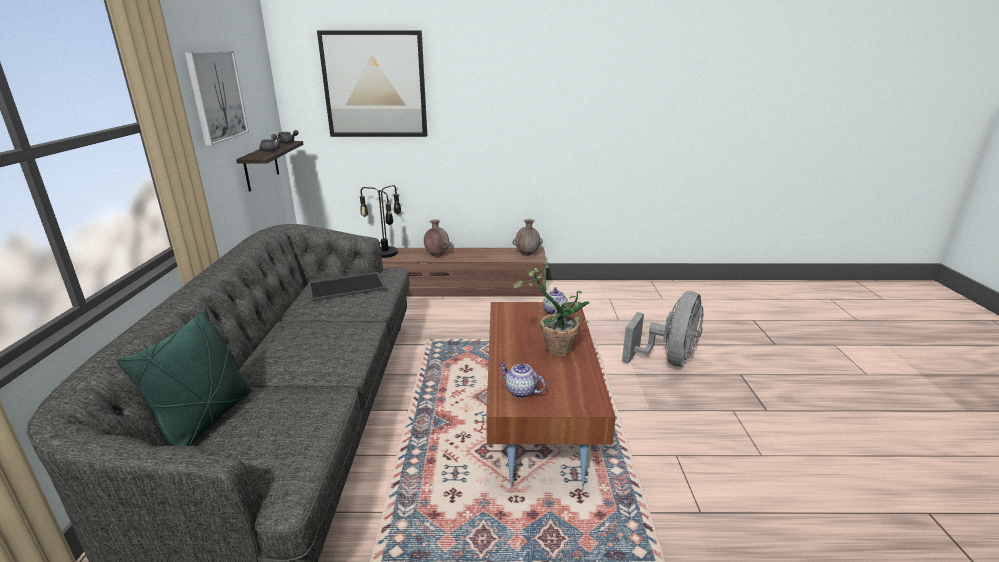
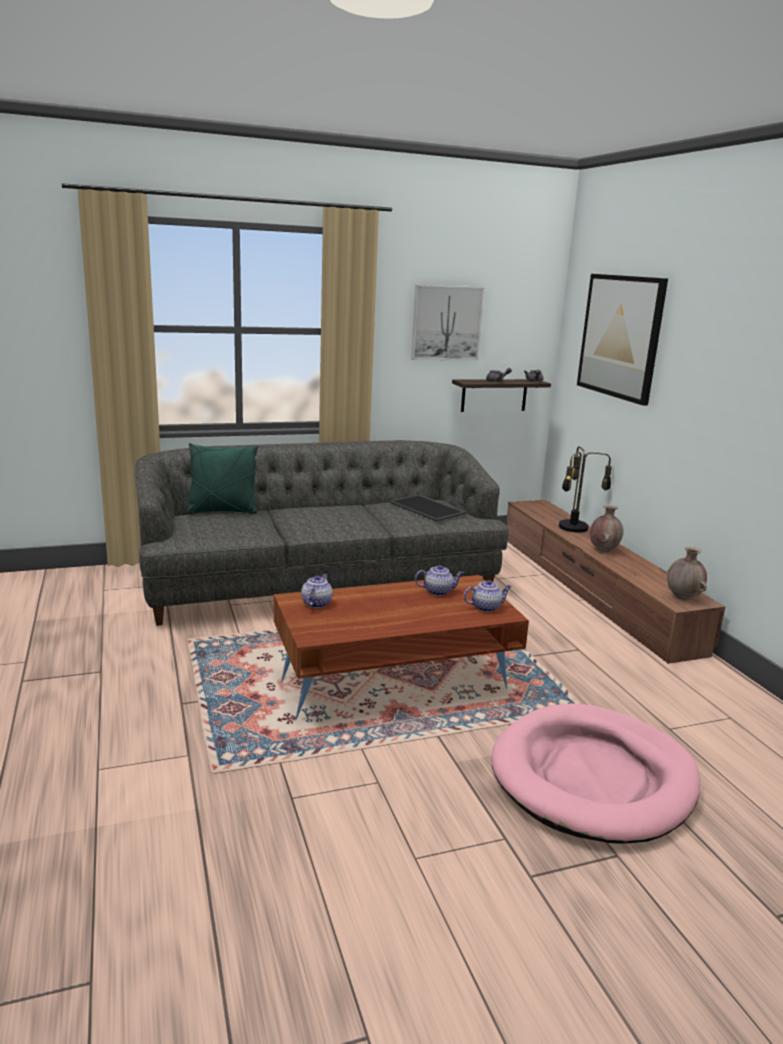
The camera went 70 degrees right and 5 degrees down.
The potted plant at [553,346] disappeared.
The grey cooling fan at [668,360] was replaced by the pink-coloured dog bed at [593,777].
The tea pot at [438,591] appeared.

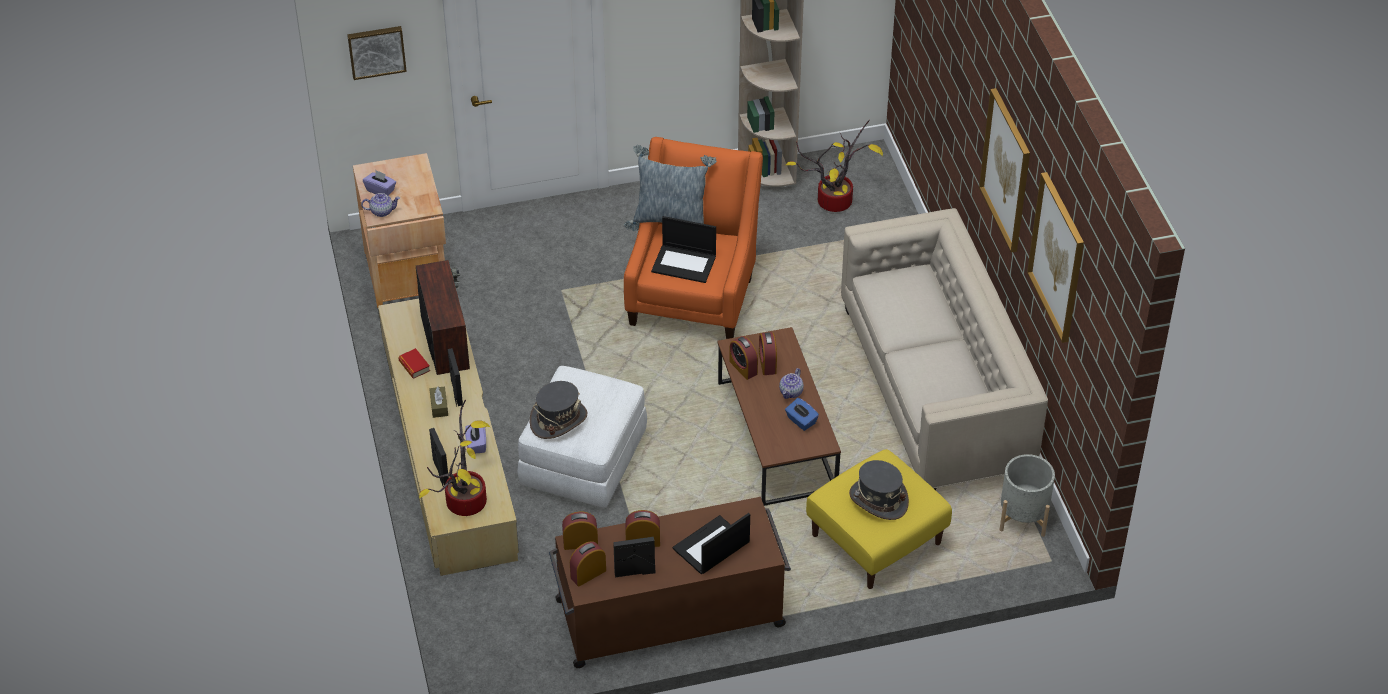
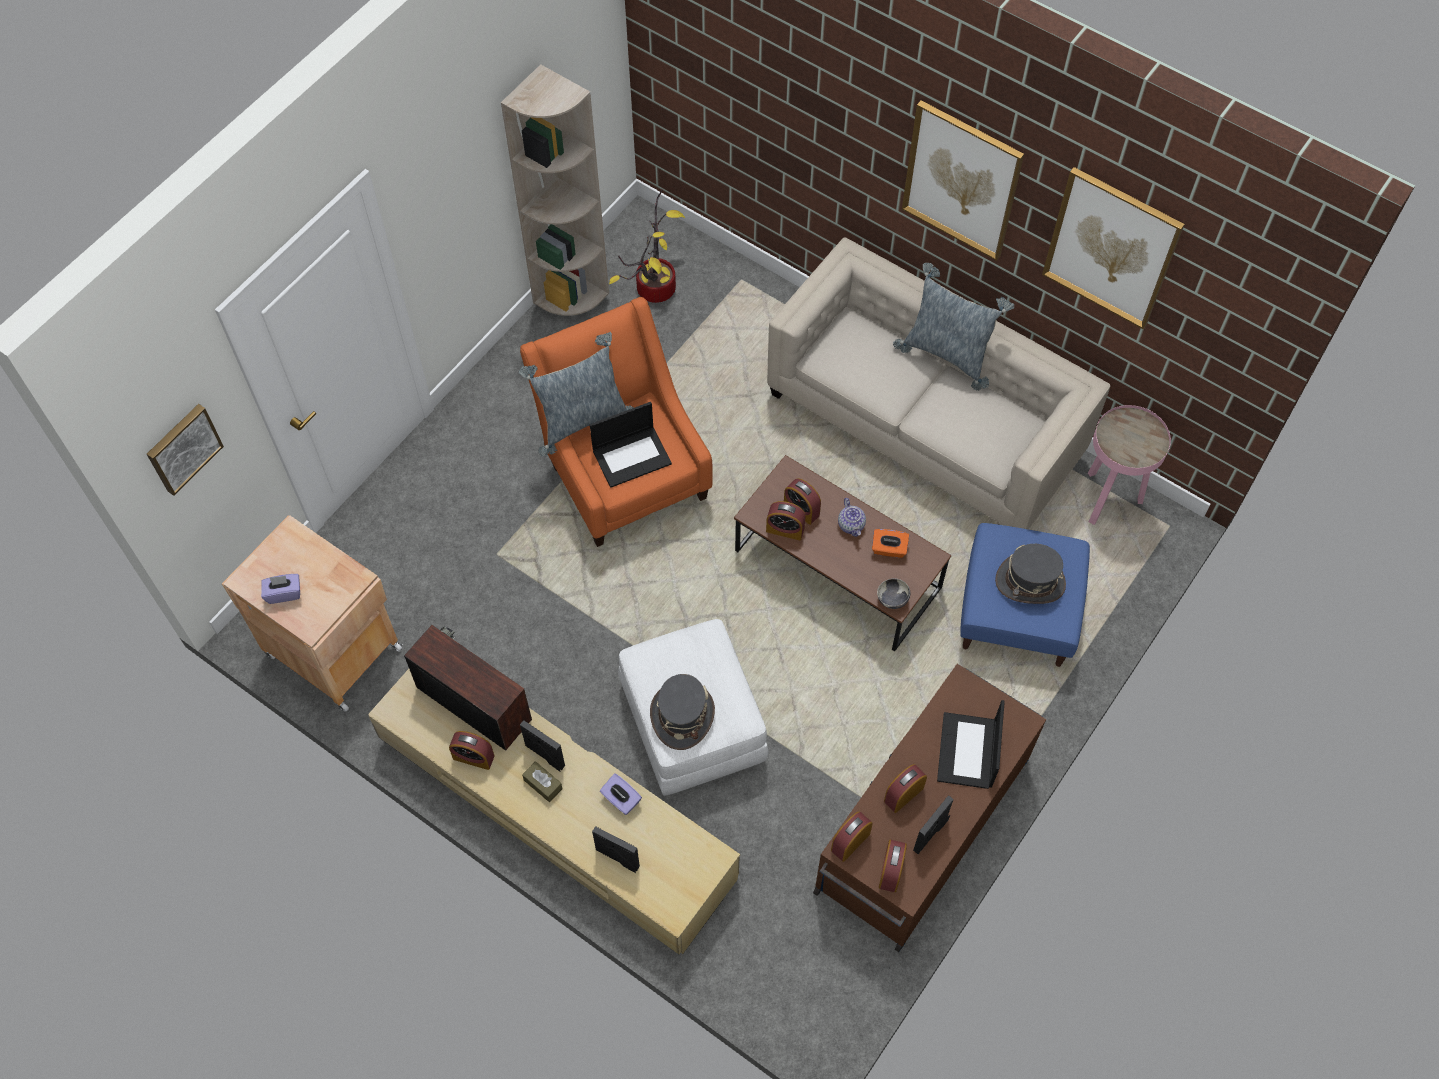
The camera went 40 degrees left and 15 degrees up.
The tea pot at [382,211] disappeared.
The bound book at [414,366] was replaced by the bedside clock at [473,757].
The blue-coloured tissue box at [801,421] became the orangey tissue box at [889,549].
The potted plant at [464,499] disappeared.
The yellowish ottoman at [876,540] became the blue-coloured ottoman at [1018,612].
The grey planter at [1023,517] was replaced by the pink-coloured accent table at [1108,499].
The pillow at [947,357] appeared.
The serving bowl at [892,600] appeared.

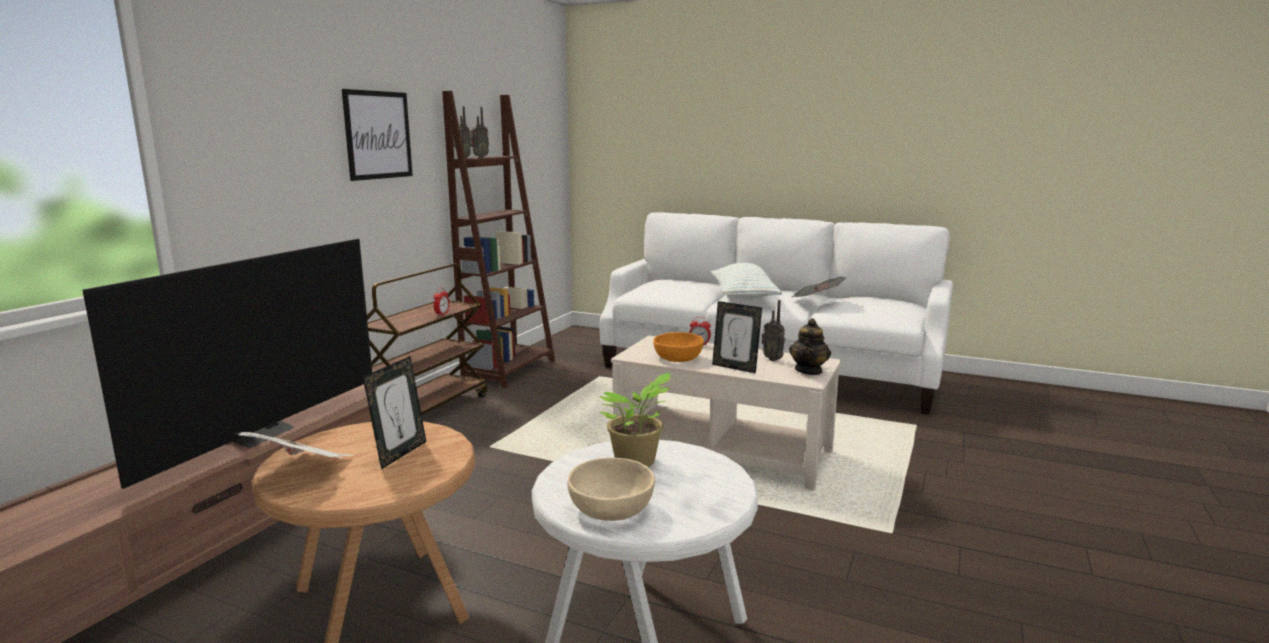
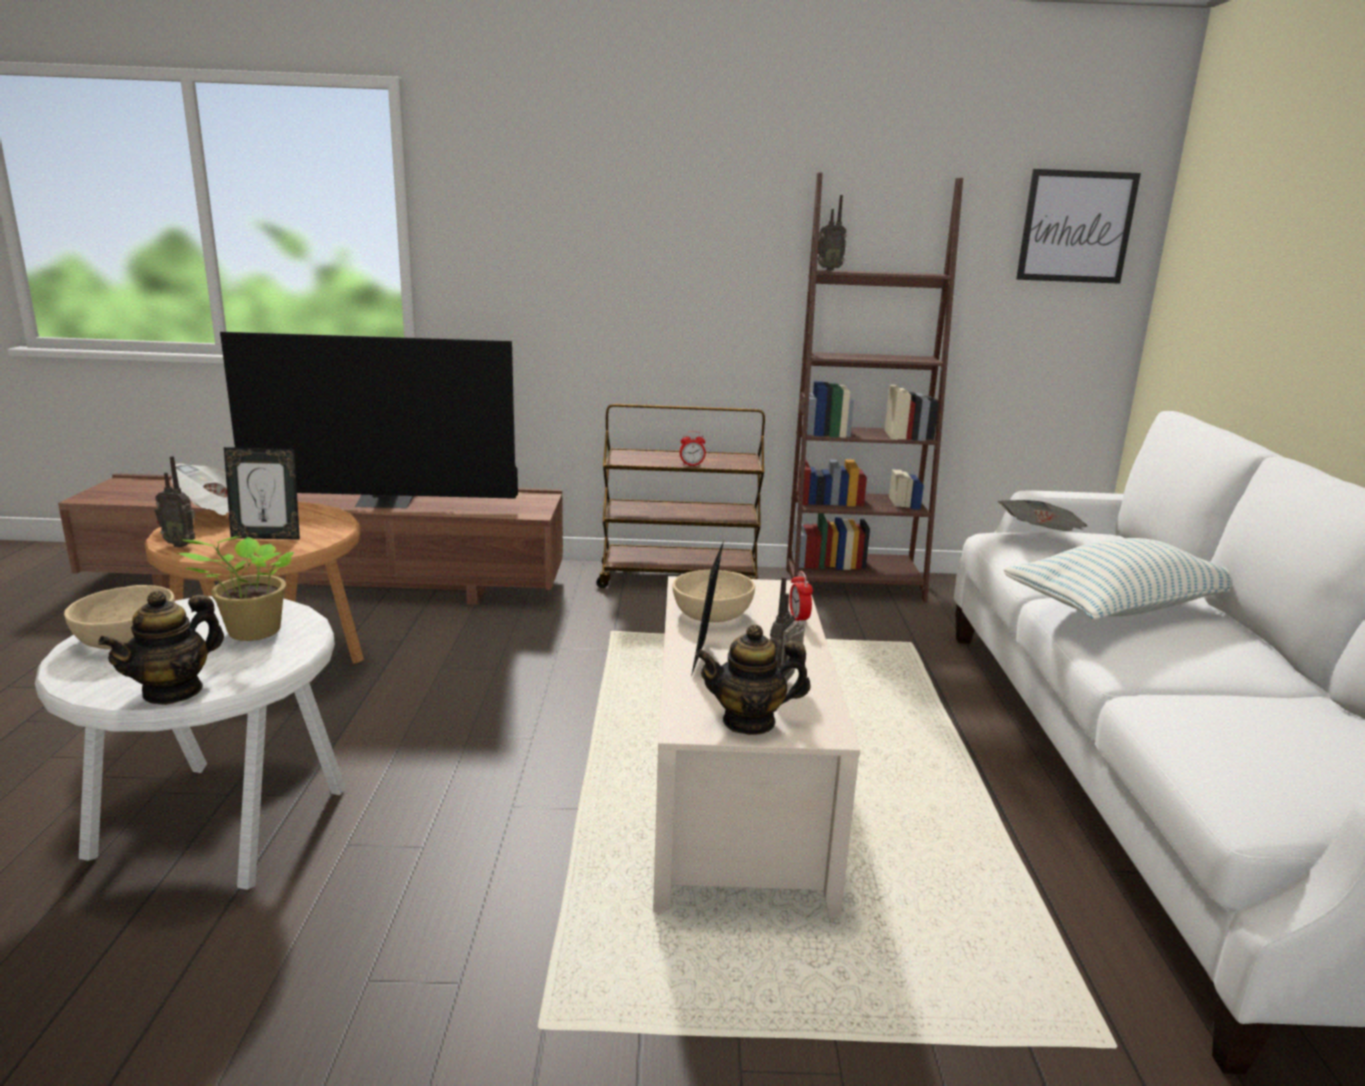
The camera went 65 degrees right and 5 degrees up.
The wall picture moved from [378,135] to [1076,227].
The radio set moved from [478,157] to [181,544].
The newspaper moved from [817,301] to [1040,538].
The orangey serving bowl at [678,358] became the sand-coloured serving bowl at [711,614].
The tea pot at [173,691] appeared.

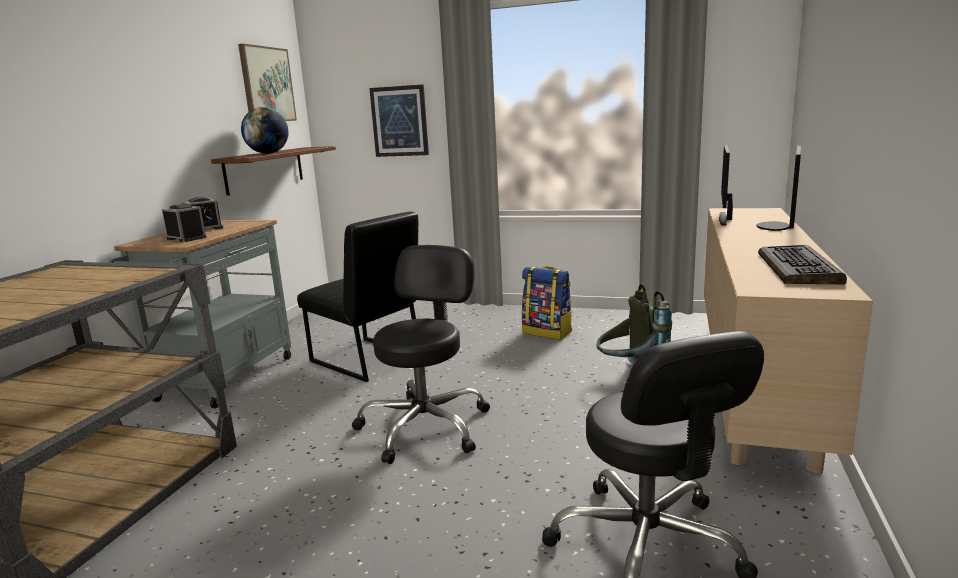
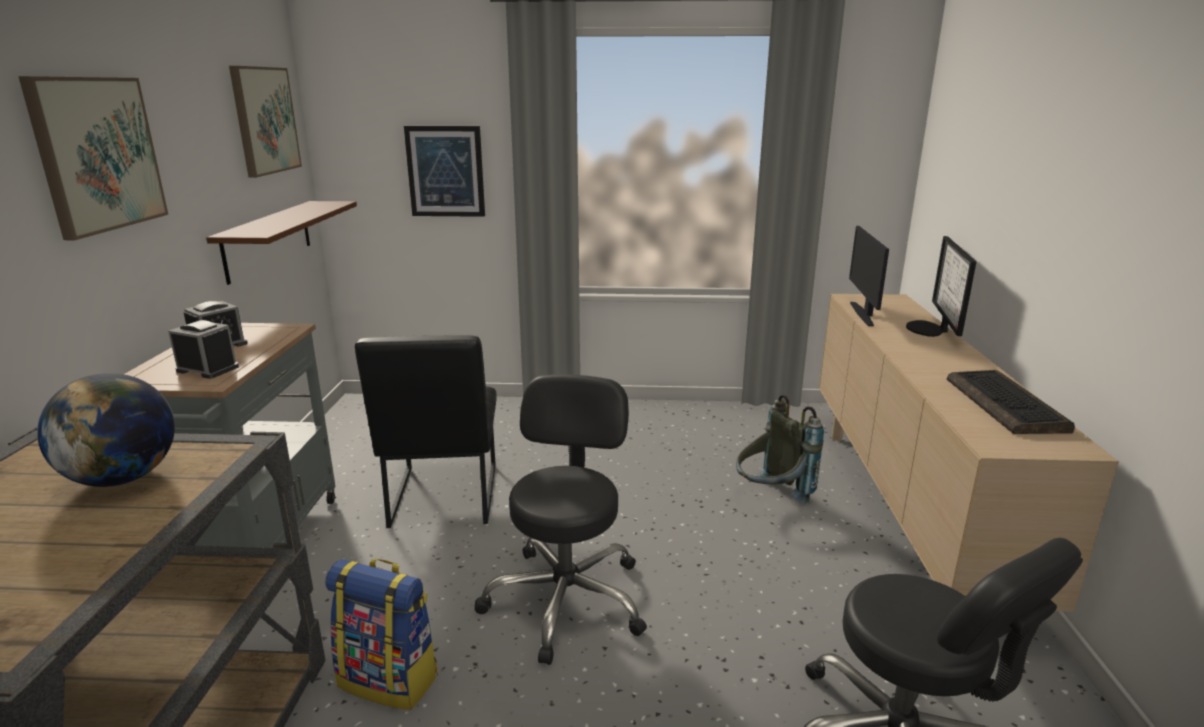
The camera went 15 degrees left and 5 degrees up.
The globe moved from [268,153] to [123,478].
The black plain chair at [367,359] turned 60 degrees clockwise.
The knapsack moved from [547,332] to [390,679].
The wall picture at [97,154] appeared.

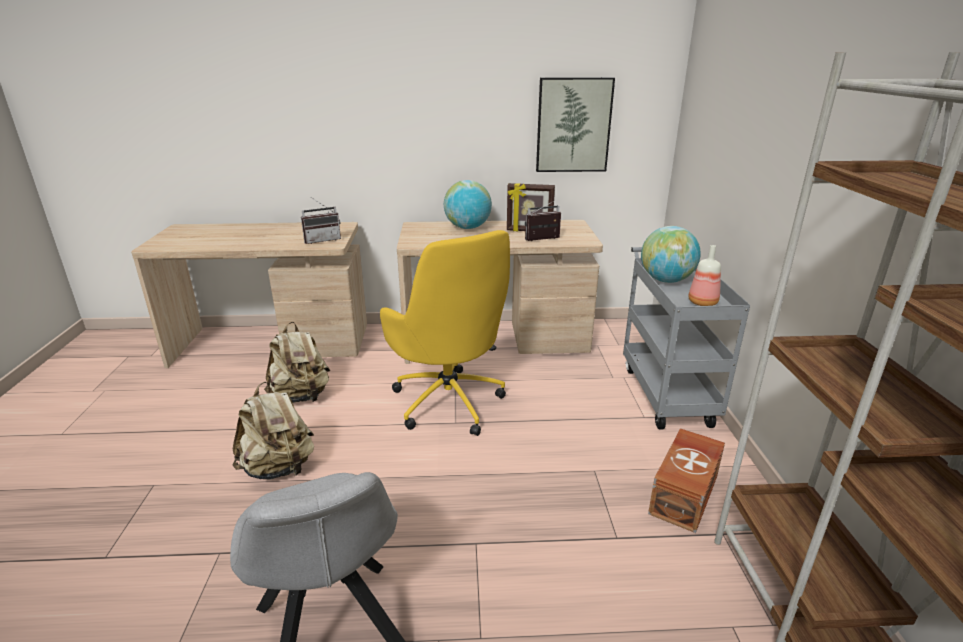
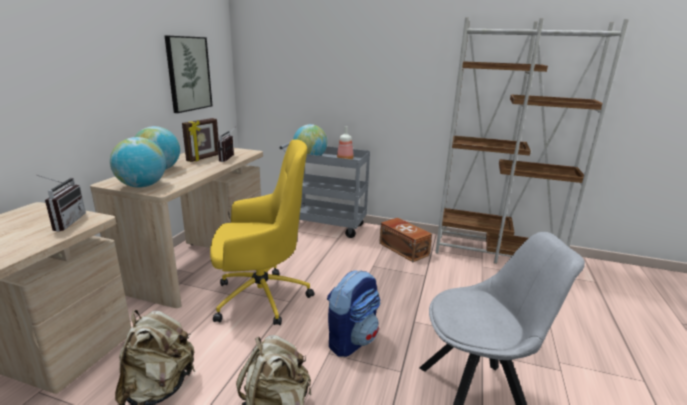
The camera went 70 degrees left and 5 degrees down.
The globe at [142,186] appeared.
The knapsack at [352,340] appeared.

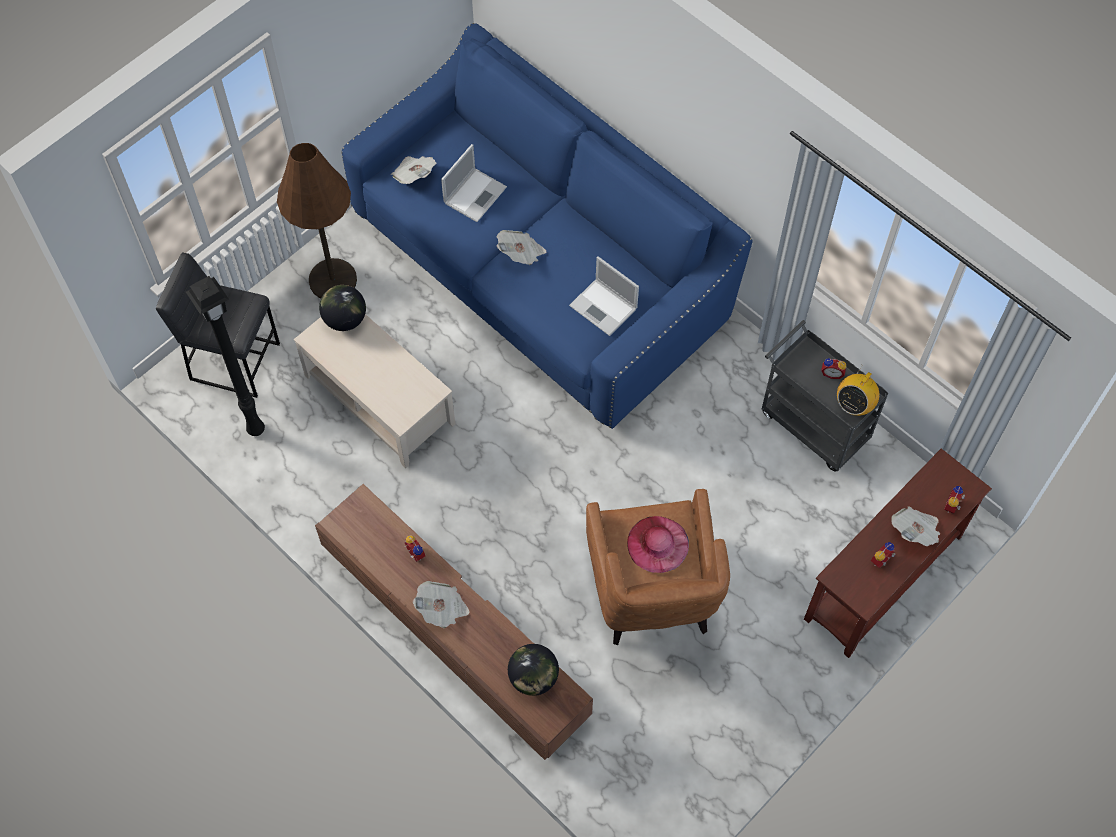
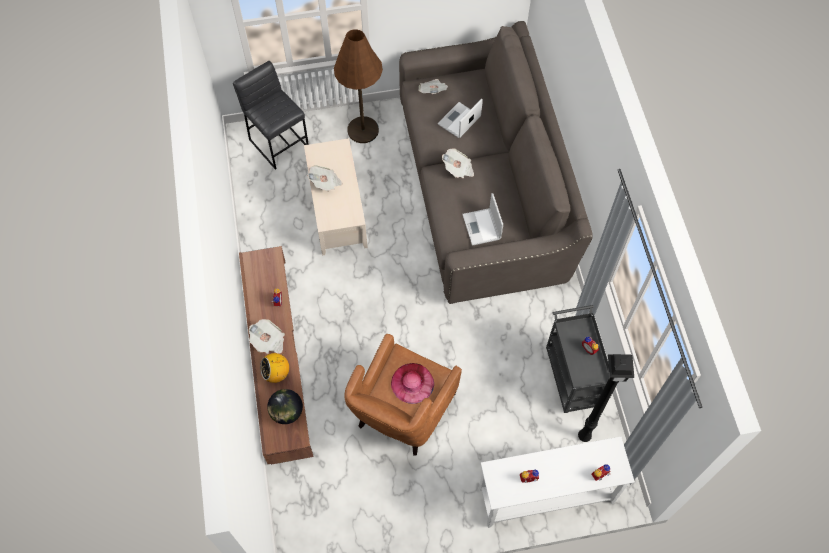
The camera went 35 degrees right and 0 degrees up.
The blue-coloured sofa at [540,267] became the grey sofa at [482,189].
The portable computer at [475,194] turned 150 degrees clockwise.
The black standard lamp moved from [255,431] to [583,437].
The globe at [345,319] disappeared.
The radio set moved from [854,404] to [276,373].
The brown-coloured hall table at [883,579] became the white hall table at [545,495].
The newspaper moved from [915,531] to [325,183].

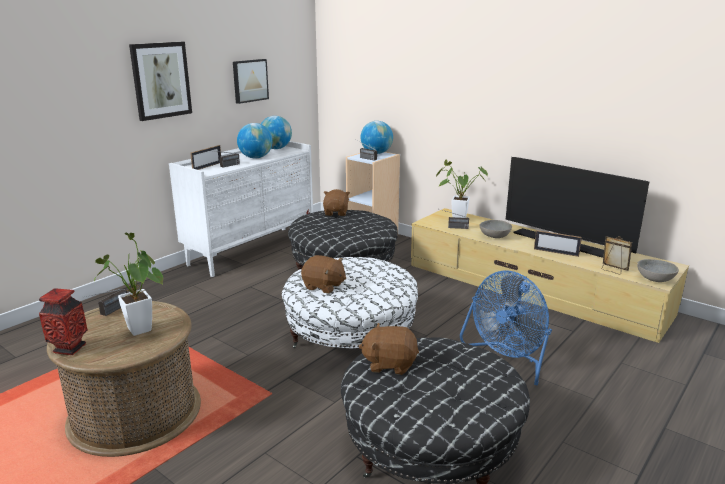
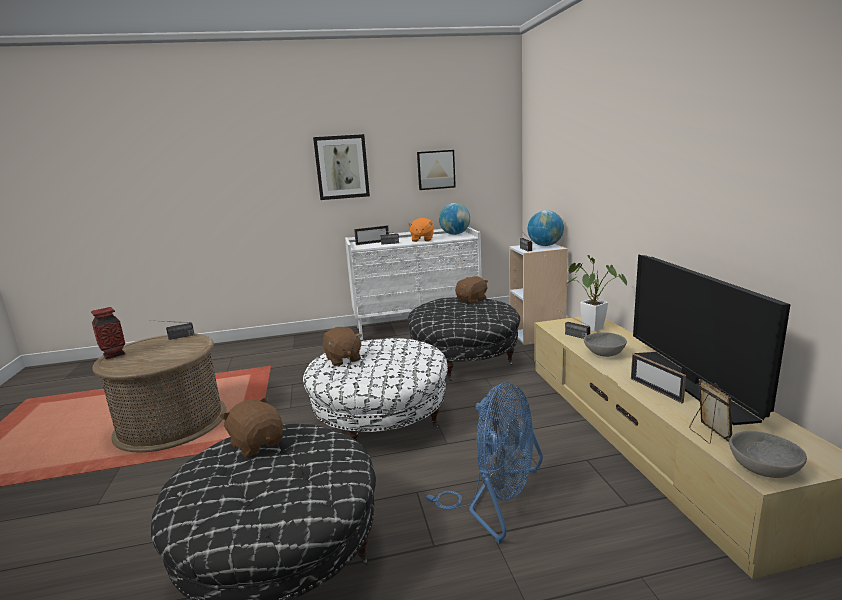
The camera went 40 degrees right and 5 degrees down.
The globe at [255,157] was replaced by the orangey cuddly toy at [422,239].
The potted plant at [141,332] disappeared.
The blue-coloured cooling fan at [507,357] turned 150 degrees counterclockwise.

